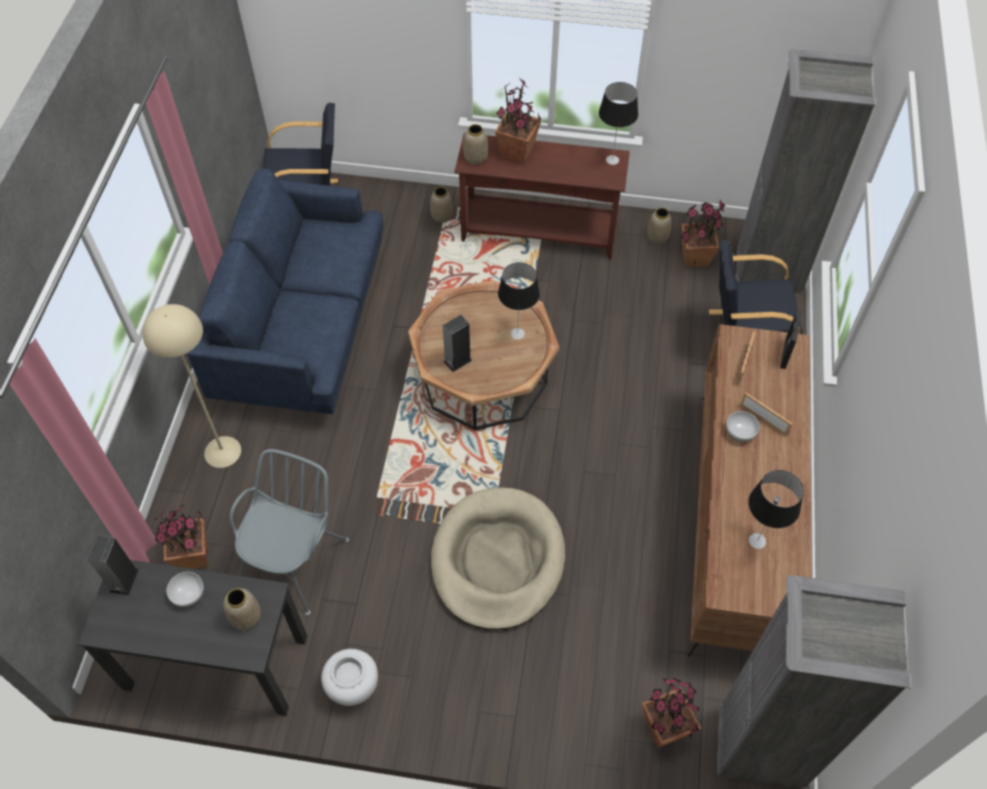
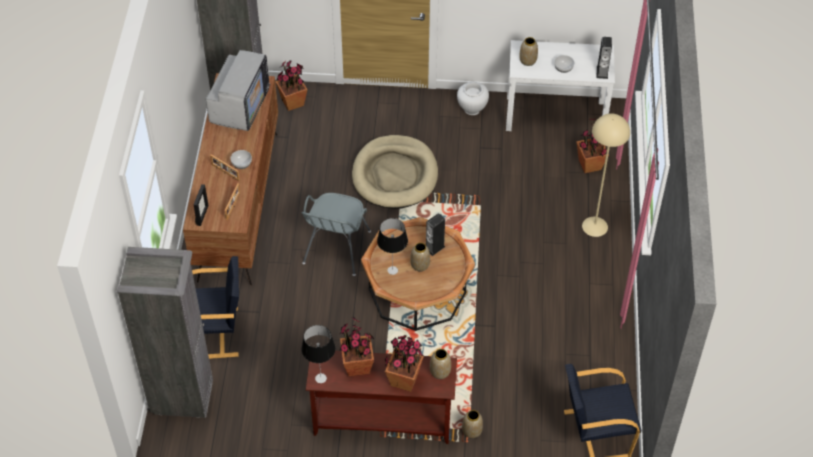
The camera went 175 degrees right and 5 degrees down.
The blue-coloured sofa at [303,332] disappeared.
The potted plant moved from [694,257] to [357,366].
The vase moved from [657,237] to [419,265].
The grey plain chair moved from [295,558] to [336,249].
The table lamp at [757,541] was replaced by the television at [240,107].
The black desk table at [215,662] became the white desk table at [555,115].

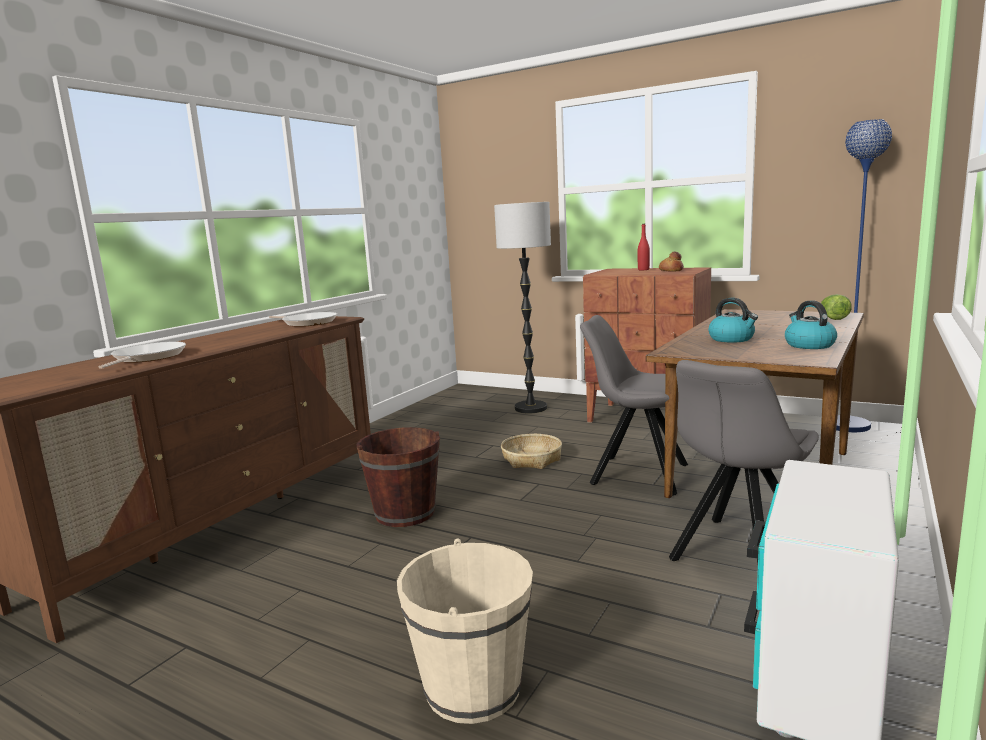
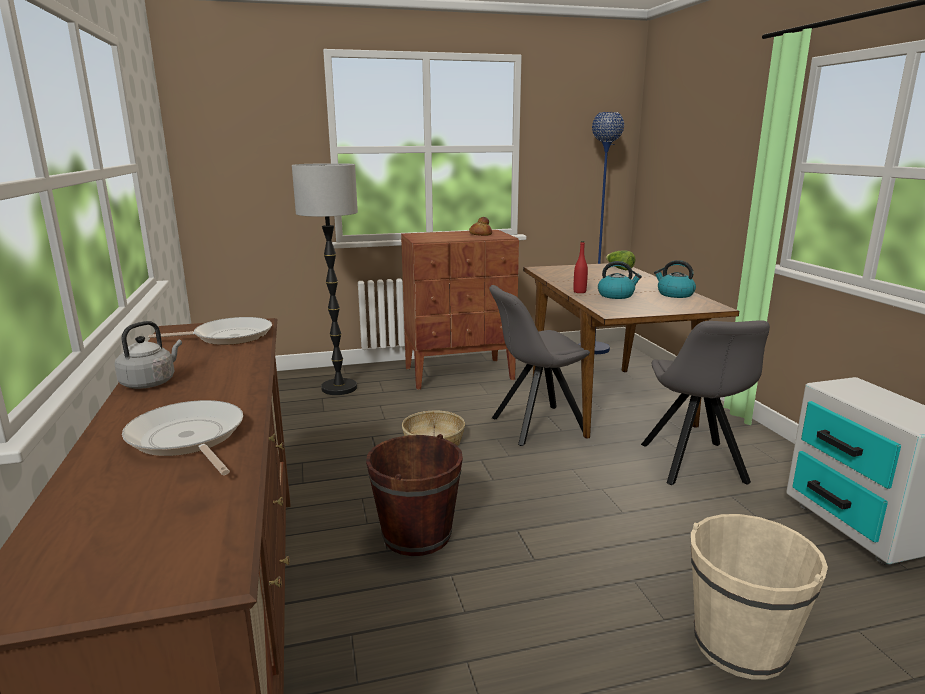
The camera went 45 degrees left and 5 degrees up.
The red drink bottle moved from [643,269] to [579,292].
The grey tea kettle at [151,382] appeared.

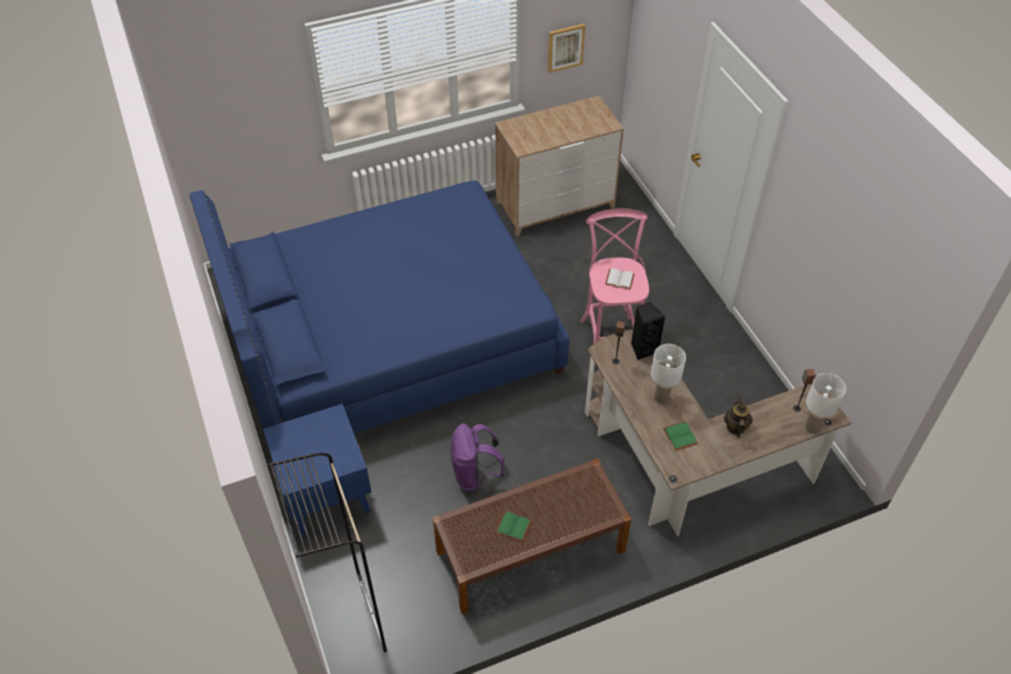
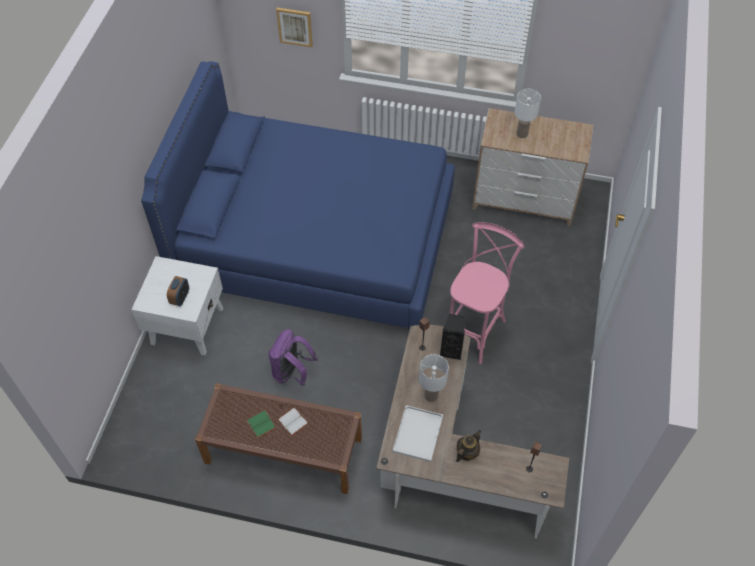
The camera went 35 degrees right and 5 degrees up.
The wall picture moved from [565,47] to [295,26].
The white bound book moved from [619,280] to [291,422].
The white table lamp moved from [812,427] to [522,134].
The blue-coloured nightstand at [325,493] became the white nightstand at [187,325].
The greenish bound book at [679,436] was replaced by the white serving tray at [417,432].
The black garment stand at [348,620] disappeared.
The bedside clock at [180,298] appeared.

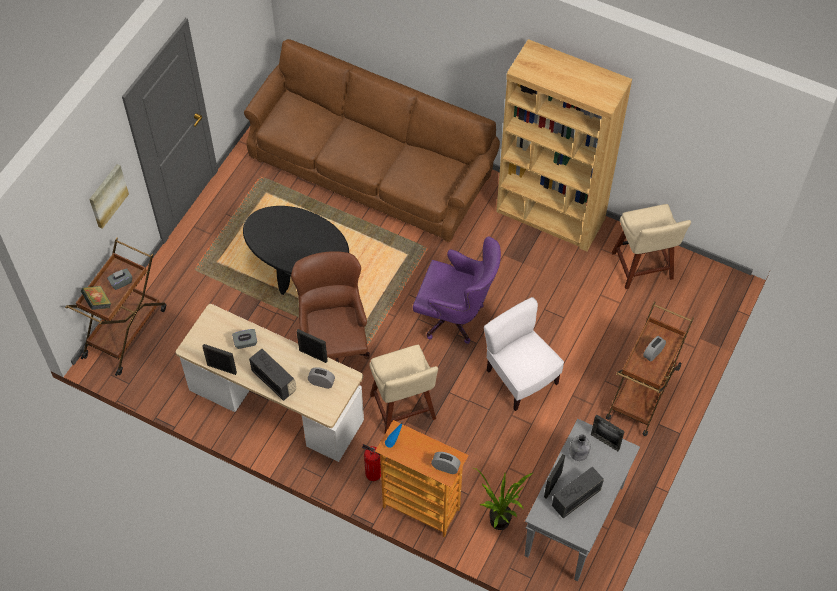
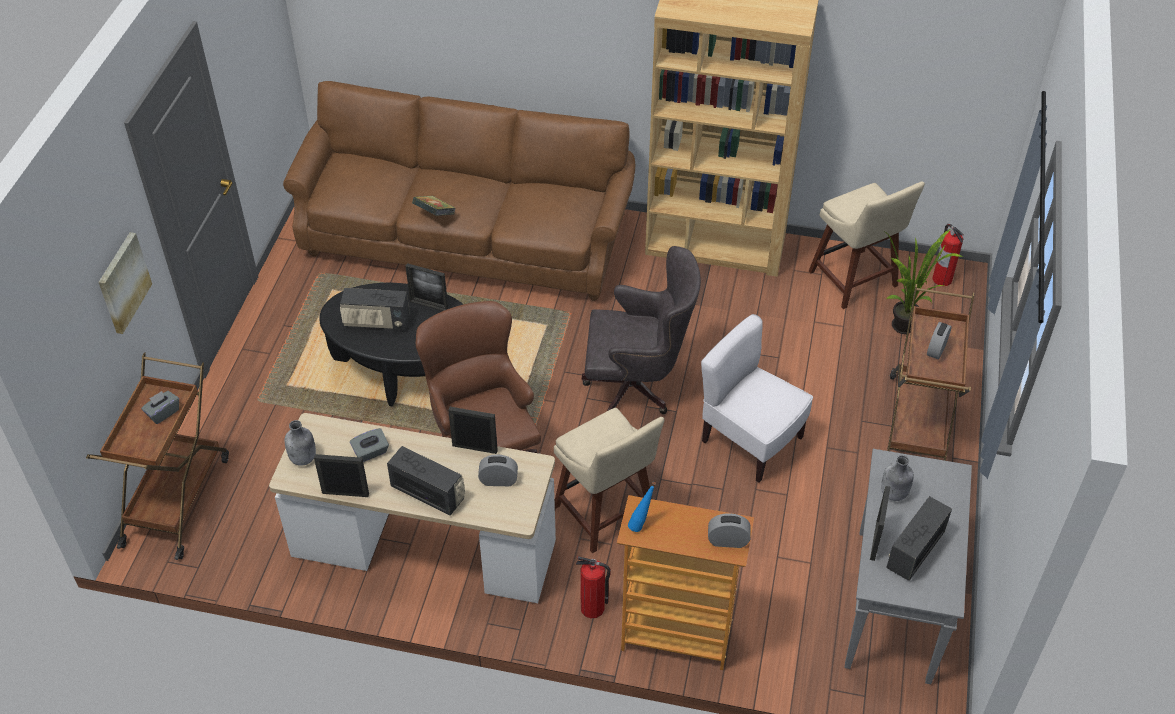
The camera went 15 degrees left and 10 degrees down.
The purple desk chair at [455,318] became the grey desk chair at [636,387].
The bound book moved from [98,302] to [435,214].
The standing frame moved from [605,442] to [429,305].
The potted plant moved from [499,526] to [905,331].
The extinguisher at [942,278] appeared.
The radio set at [376,322] appeared.
The grey drink bottle at [303,458] appeared.

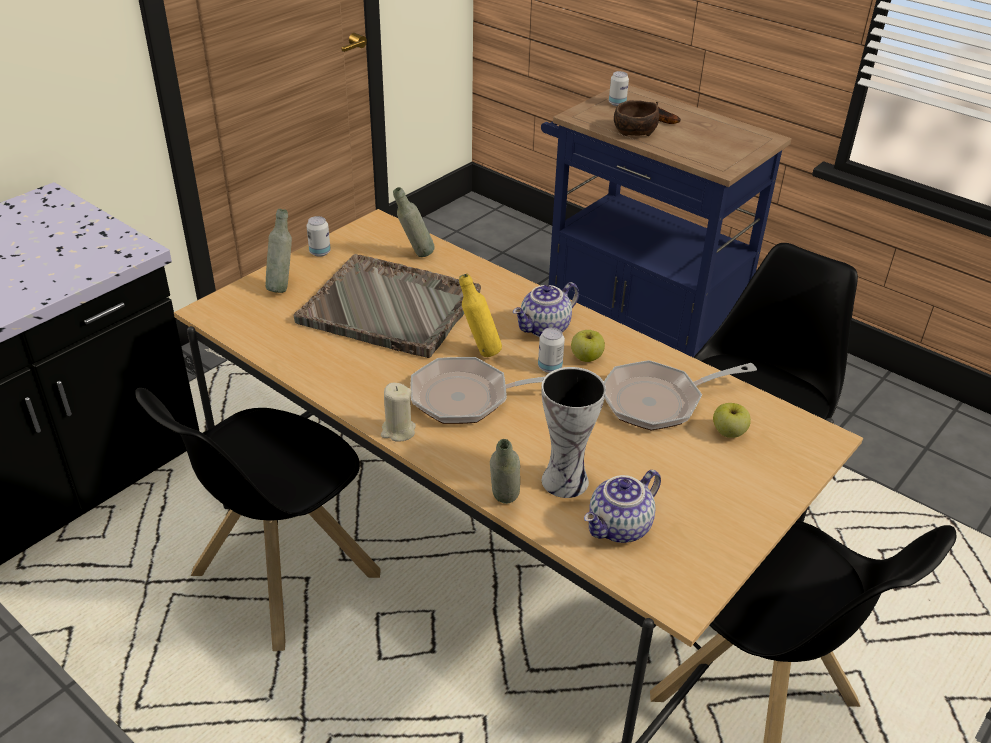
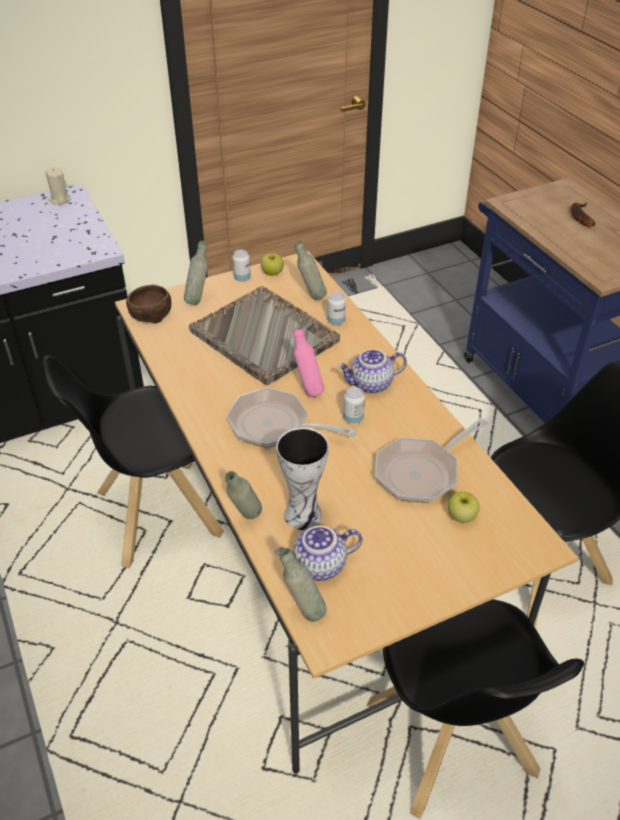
The camera went 25 degrees right and 5 degrees up.
The metal can moved from [617,103] to [336,321].
The brown-coloured serving bowl moved from [633,131] to [150,315].
The yellowish drink bottle at [480,352] became the pink-coloured drink bottle at [308,390].
The apple moved from [586,357] to [272,273].
The pan at [658,401] turned 45 degrees counterclockwise.
The sand-coloured wax light moved from [398,431] to [59,200].
The grey drink bottle at [303,611] appeared.

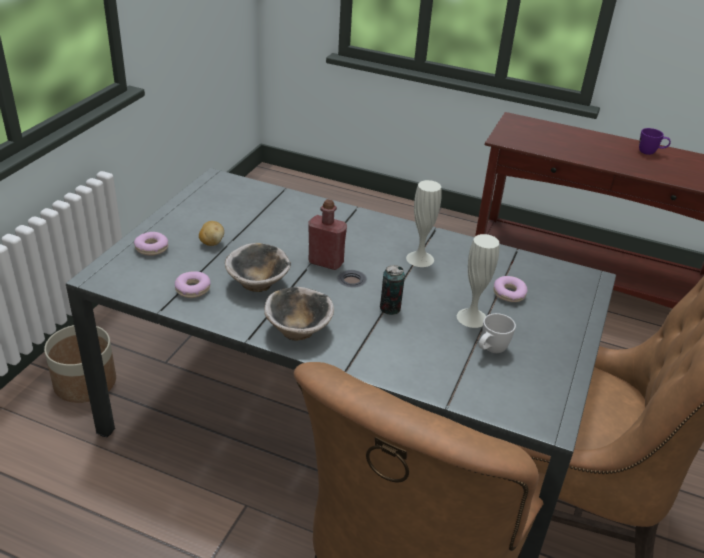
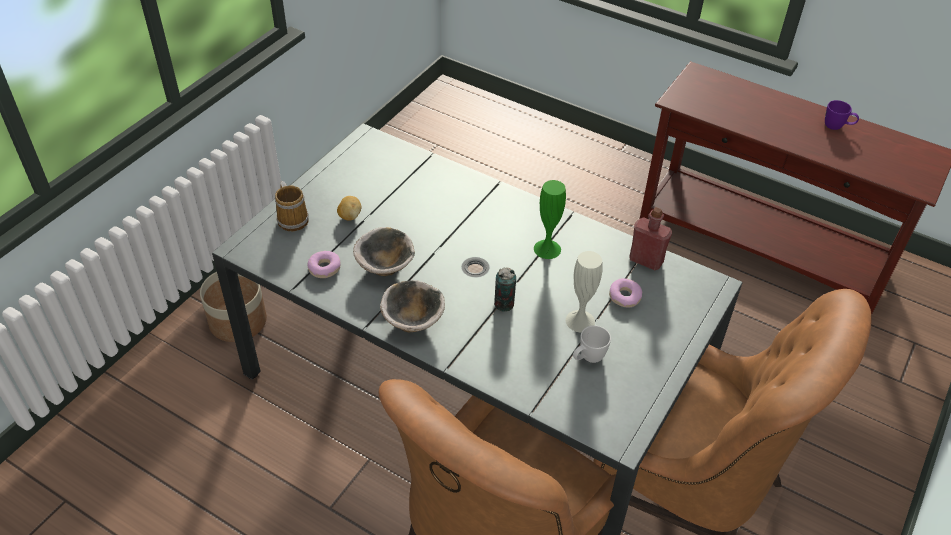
The camera went 10 degrees right and 10 degrees up.
The white vase at [420,259] became the greenish vase at [547,249].
The red drink bottle moved from [326,262] to [646,260].
The ring doughnut at [152,248] was replaced by the tea mug at [293,219].

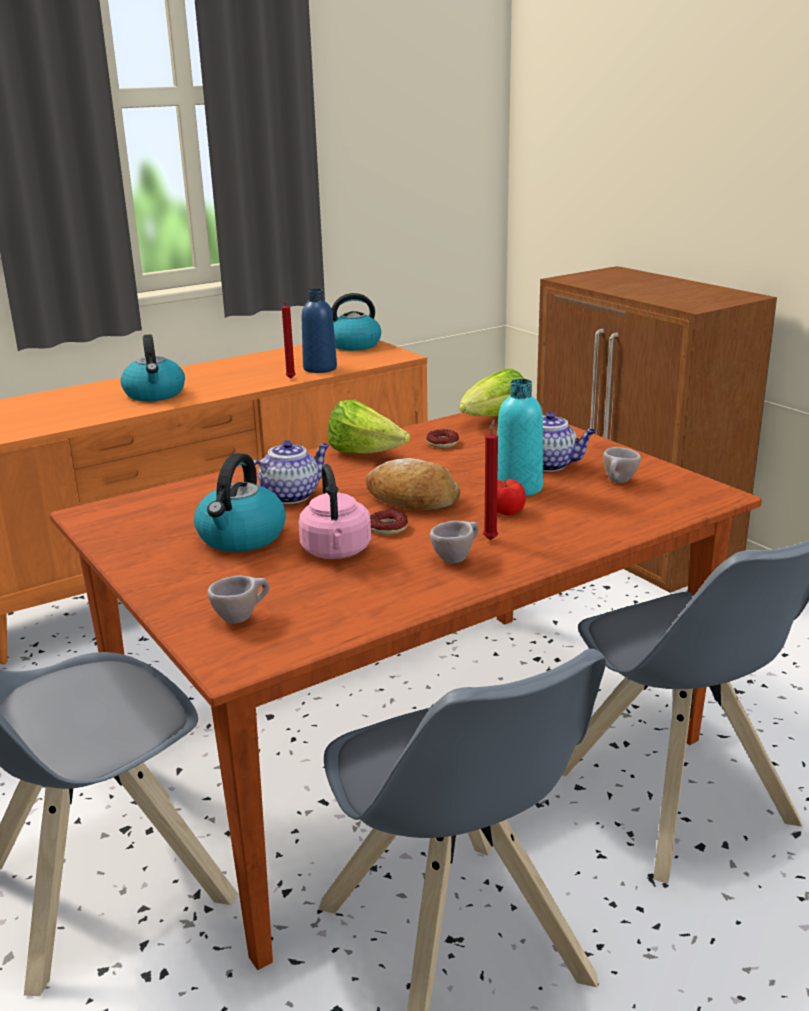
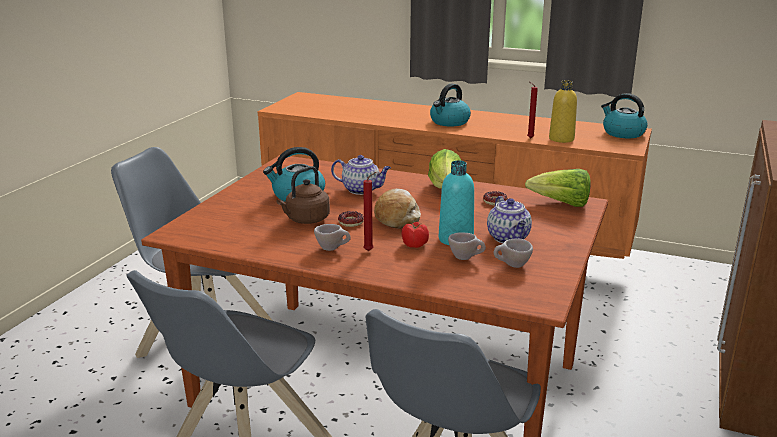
The camera went 55 degrees right and 0 degrees up.
The blue-coloured drink bottle at [320,368] became the yellowish drink bottle at [561,139].
The pink-coloured tea kettle at [336,552] became the brown-coloured tea kettle at [306,220].
The sand-coloured cup moved from [242,617] to [466,258].

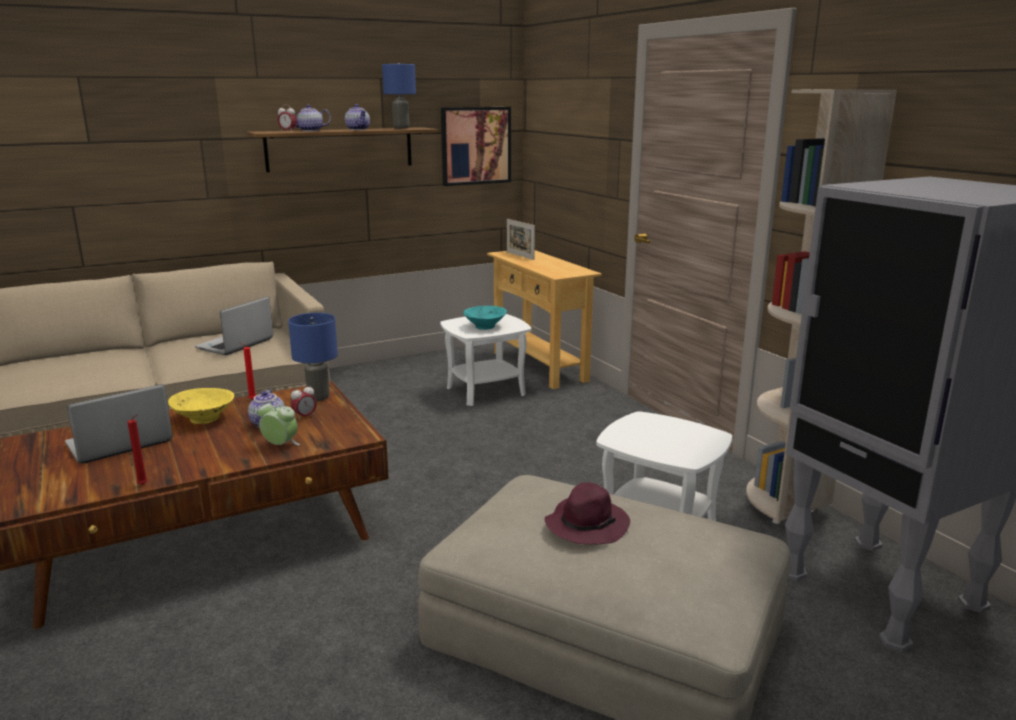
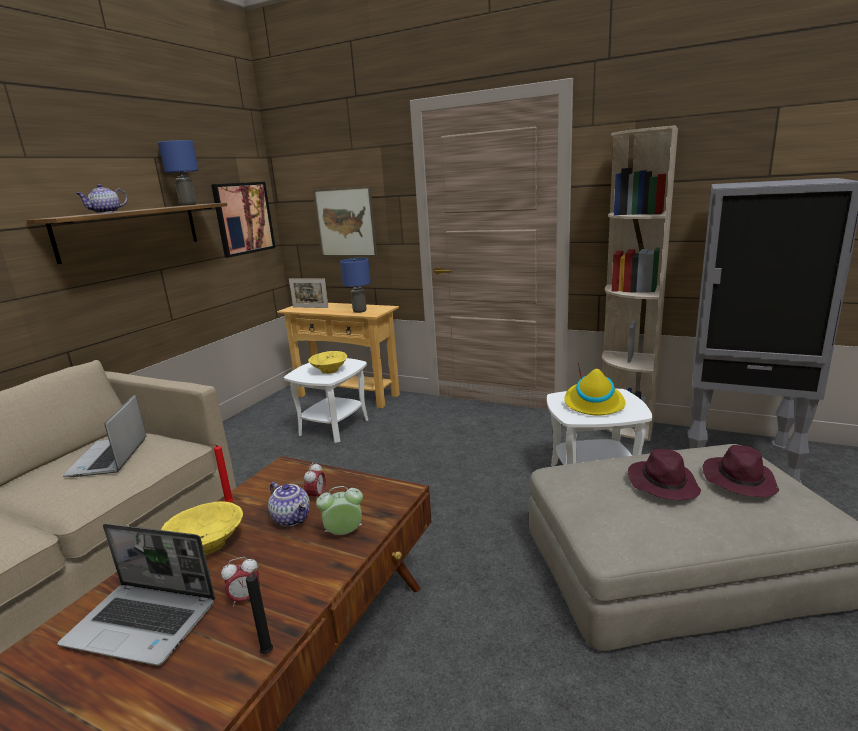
The camera went 35 degrees left and 0 degrees up.
The tea pot at [358,129] disappeared.
The bedside clock moved from [288,131] to [245,599].
The turquoise-coloured serving bowl at [485,326] became the yellowish serving bowl at [329,370].
The blue-coloured table lamp moved from [318,397] to [359,311].
The portable computer at [118,444] turned 90 degrees counterclockwise.
The red wax light at [144,485] became the black wax light at [269,652].
The wall picture at [345,222] appeared.
The yellowish hat at [593,403] appeared.
The purple hat at [738,480] appeared.

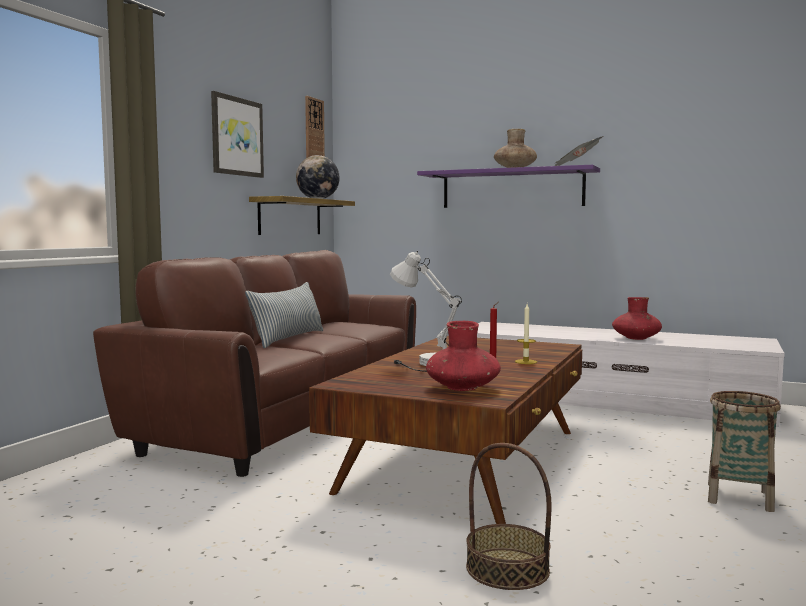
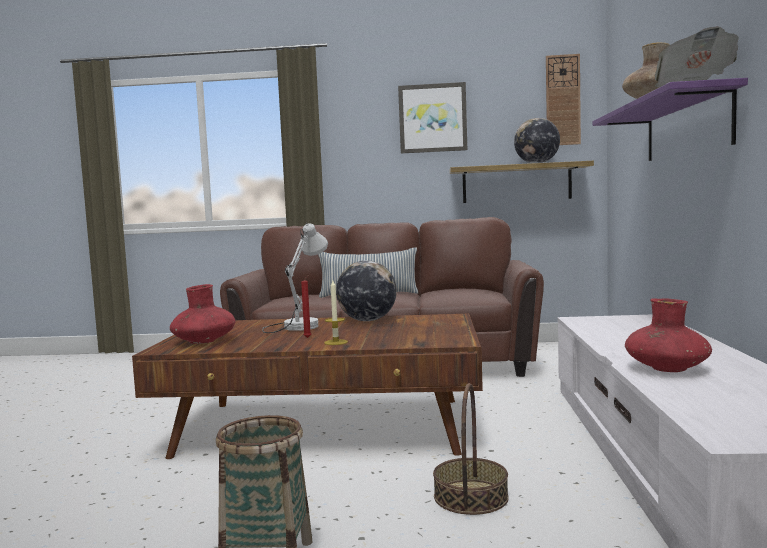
The camera went 70 degrees right and 0 degrees up.
The storage basket moved from [507,569] to [471,497].
The globe at [367,320] appeared.

